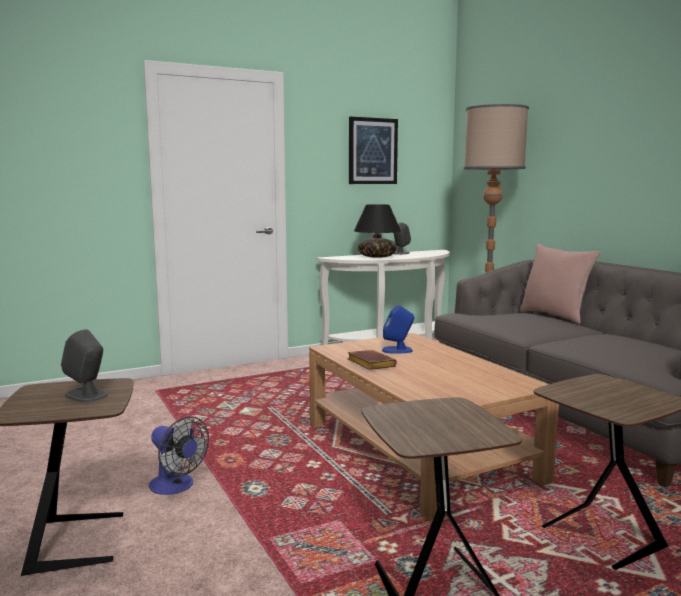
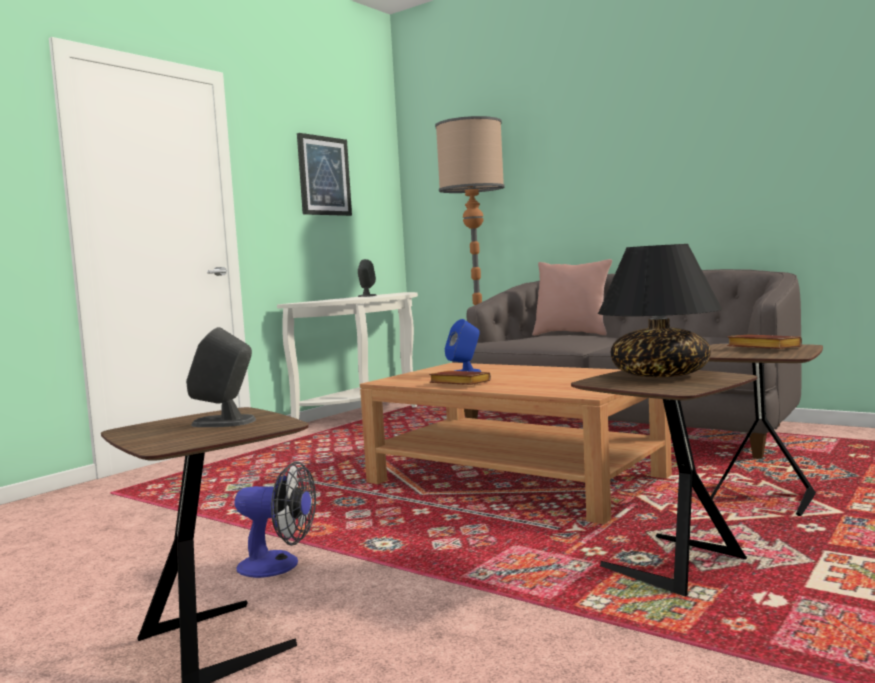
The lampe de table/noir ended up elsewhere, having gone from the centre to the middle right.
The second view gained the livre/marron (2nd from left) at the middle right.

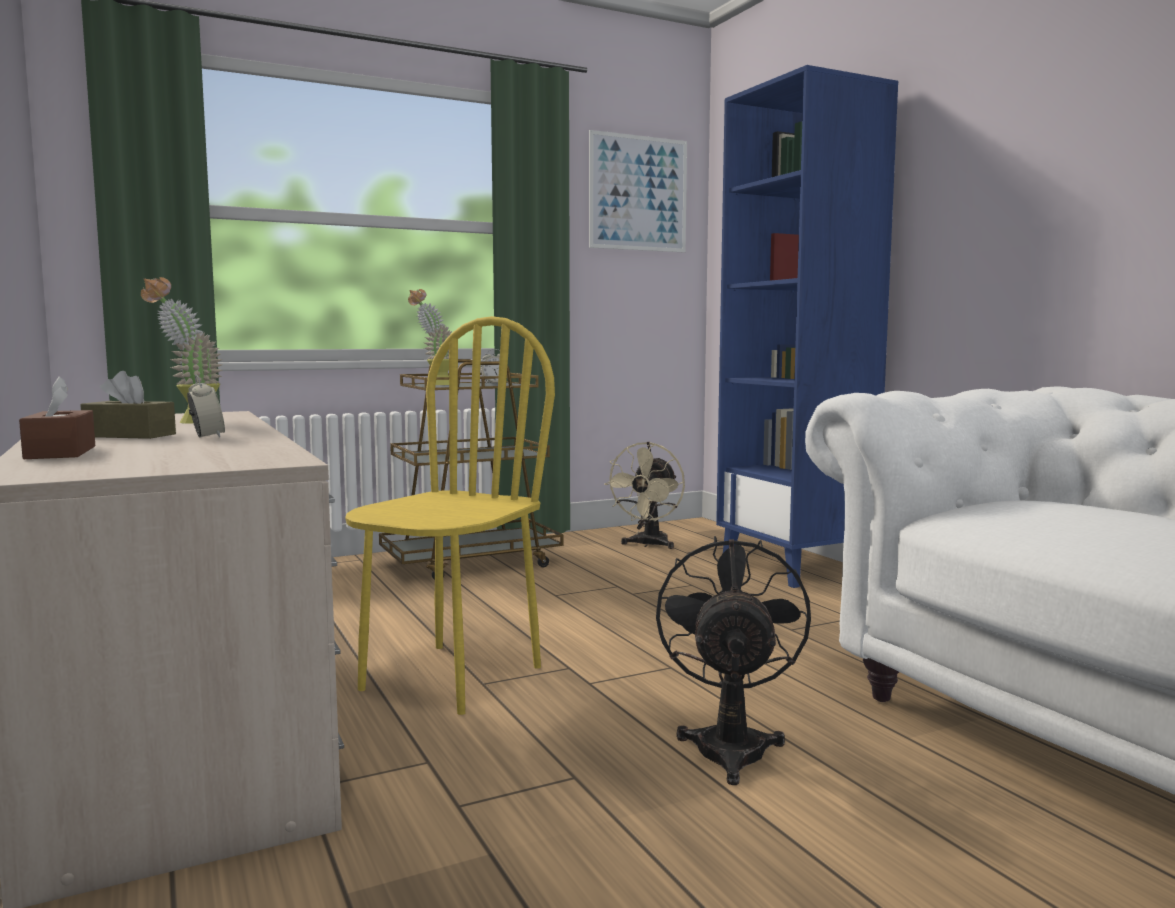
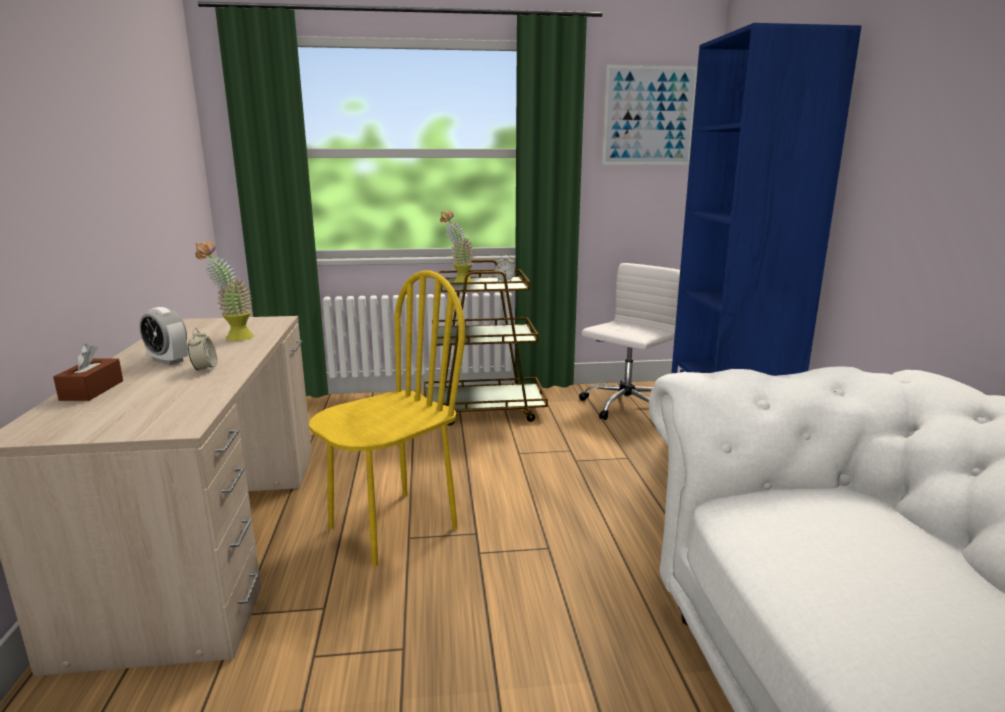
Where the boîte à mouchoirs/marron (2nd from left) stood at the middle left, the réveil (1st from left) came to stand at the middle left.
Where the ventilateur/beige stood at the centre, the chaise de bureau/blanc came to stand at the centre.
The second view lost the ventilateur/noir at the bottom centre.

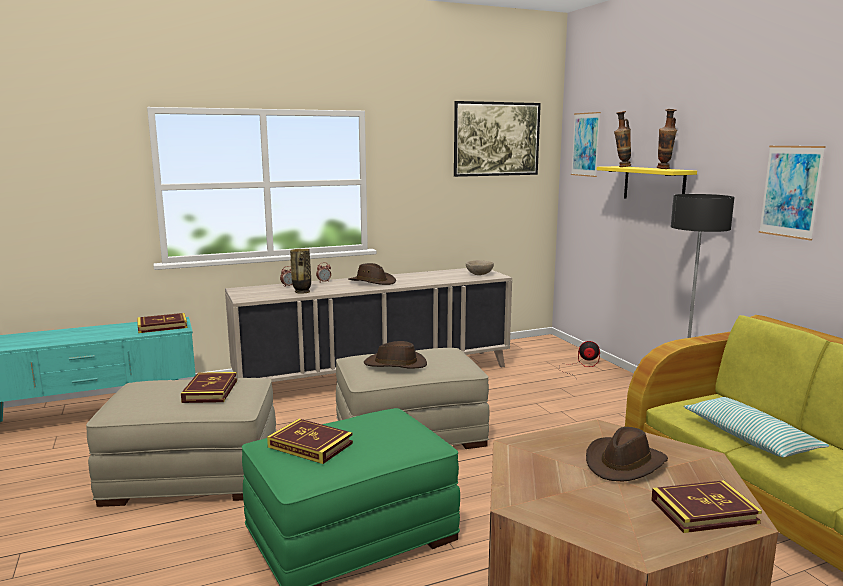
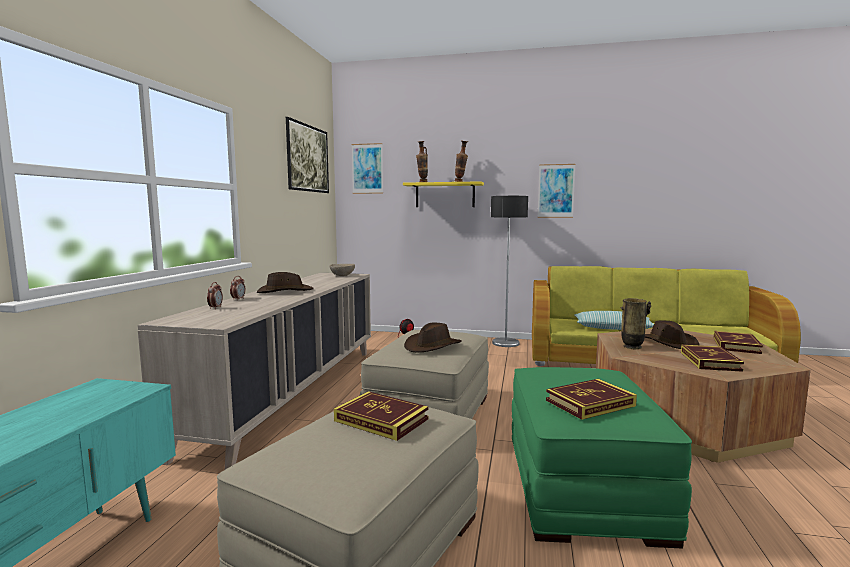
The vase (1st from left in the first image) ended up elsewhere, having gone from the centre to the middle right.
The livre (1st from left in the first image) ended up elsewhere, having gone from the middle left to the middle right.

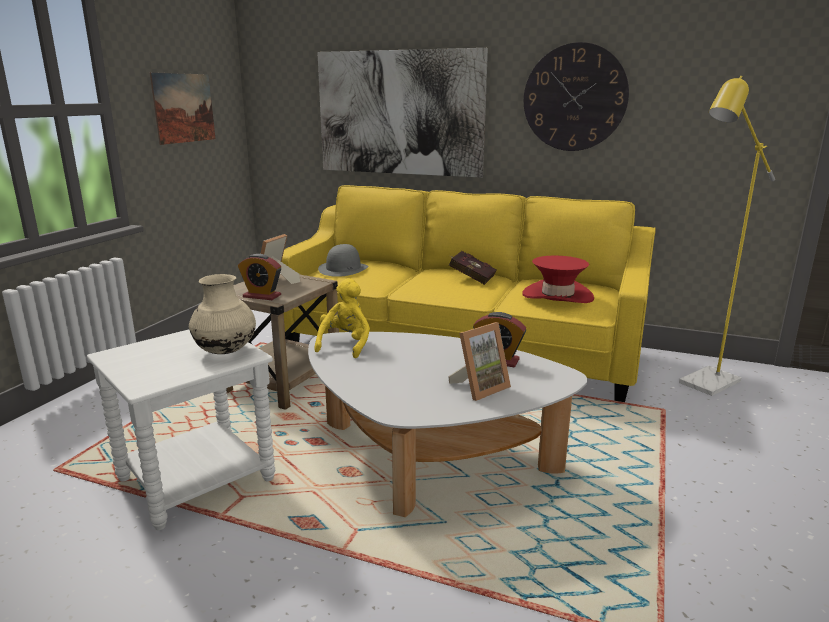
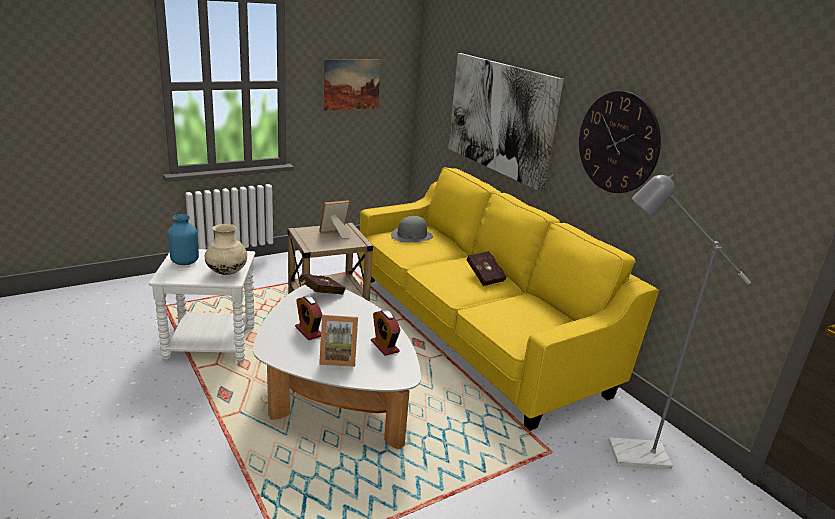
The second view gained the vase/bleu at the middle left.
The réveil (1st from left) ended up elsewhere, having gone from the middle left to the centre.
Where the peluche/jaune stood at the centre, the livre/rouge (1st from left) came to stand at the centre.
What was the lampadaire/jaune at the middle right turned into the lampadaire/gris at the middle right.
The second view lost the chapeau/rouge at the middle right.

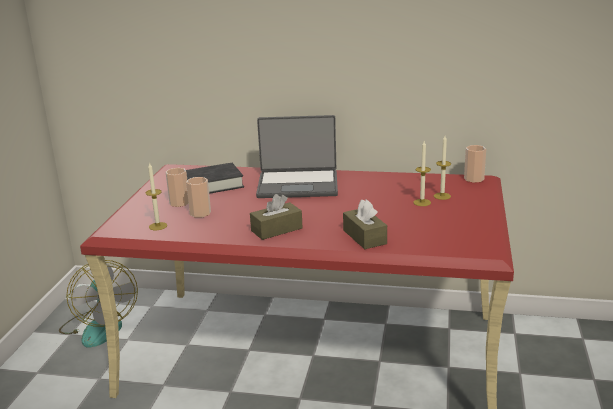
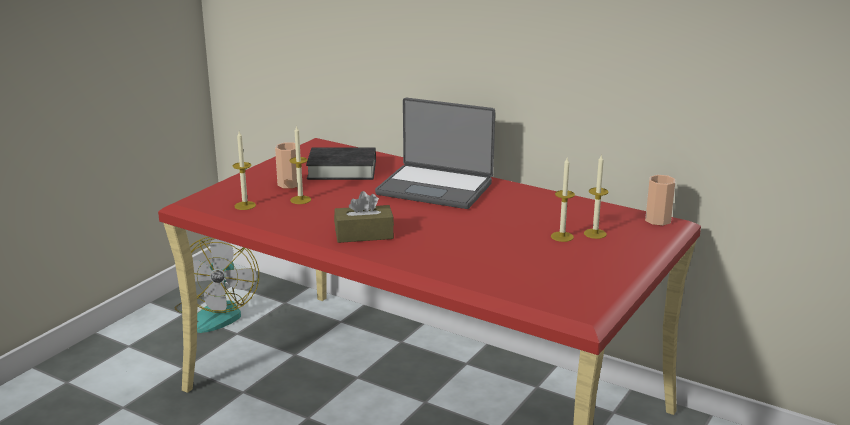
Where the tasse (2nd from left) stood at the middle left, the bougie (2nd from left) came to stand at the centre.
The second view lost the boîte à mouchoirs/marron (2nd from left) at the centre.

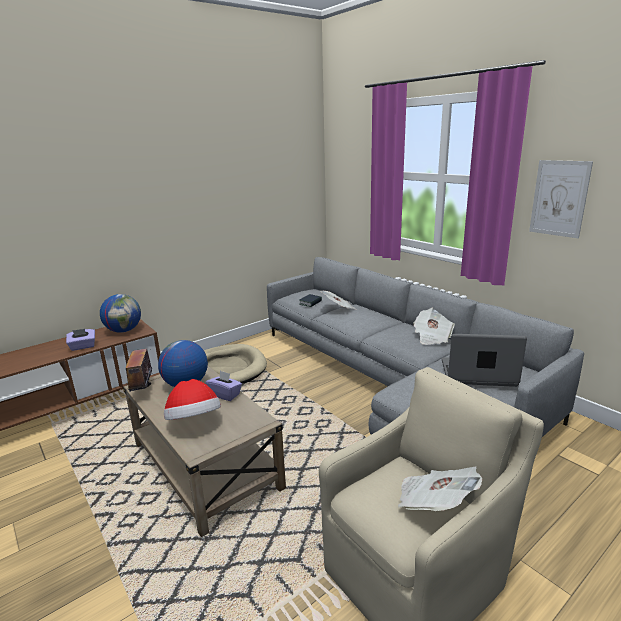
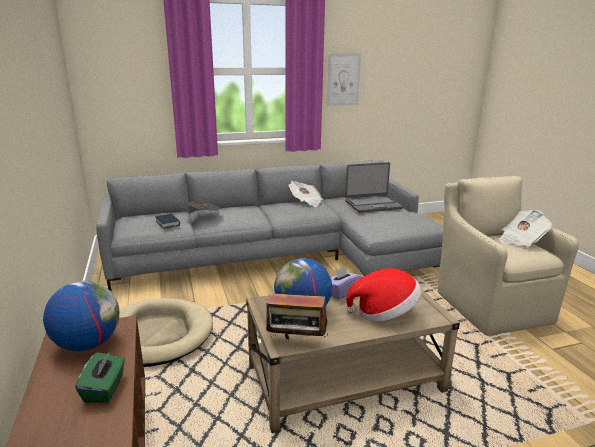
What was the boîte à mouchoirs/violet (1st from left) at the middle left turned into the boîte à mouchoirs/vert at the bottom left.
The ordinateur portable at the middle right ended up facing another way, 135 degrees counterclockwise from before.

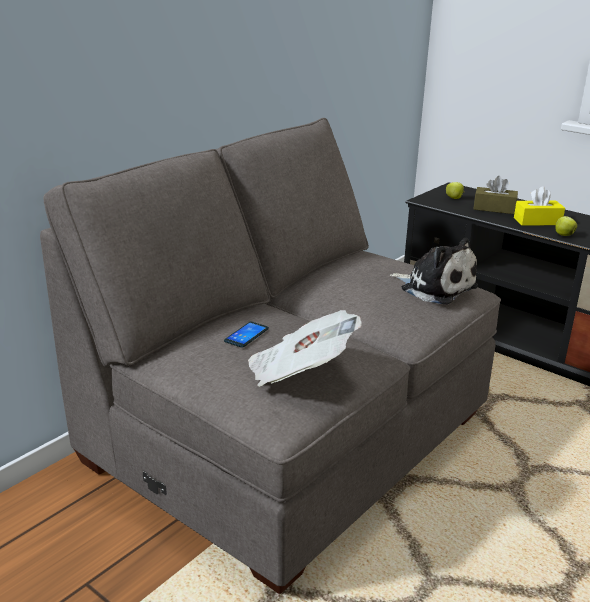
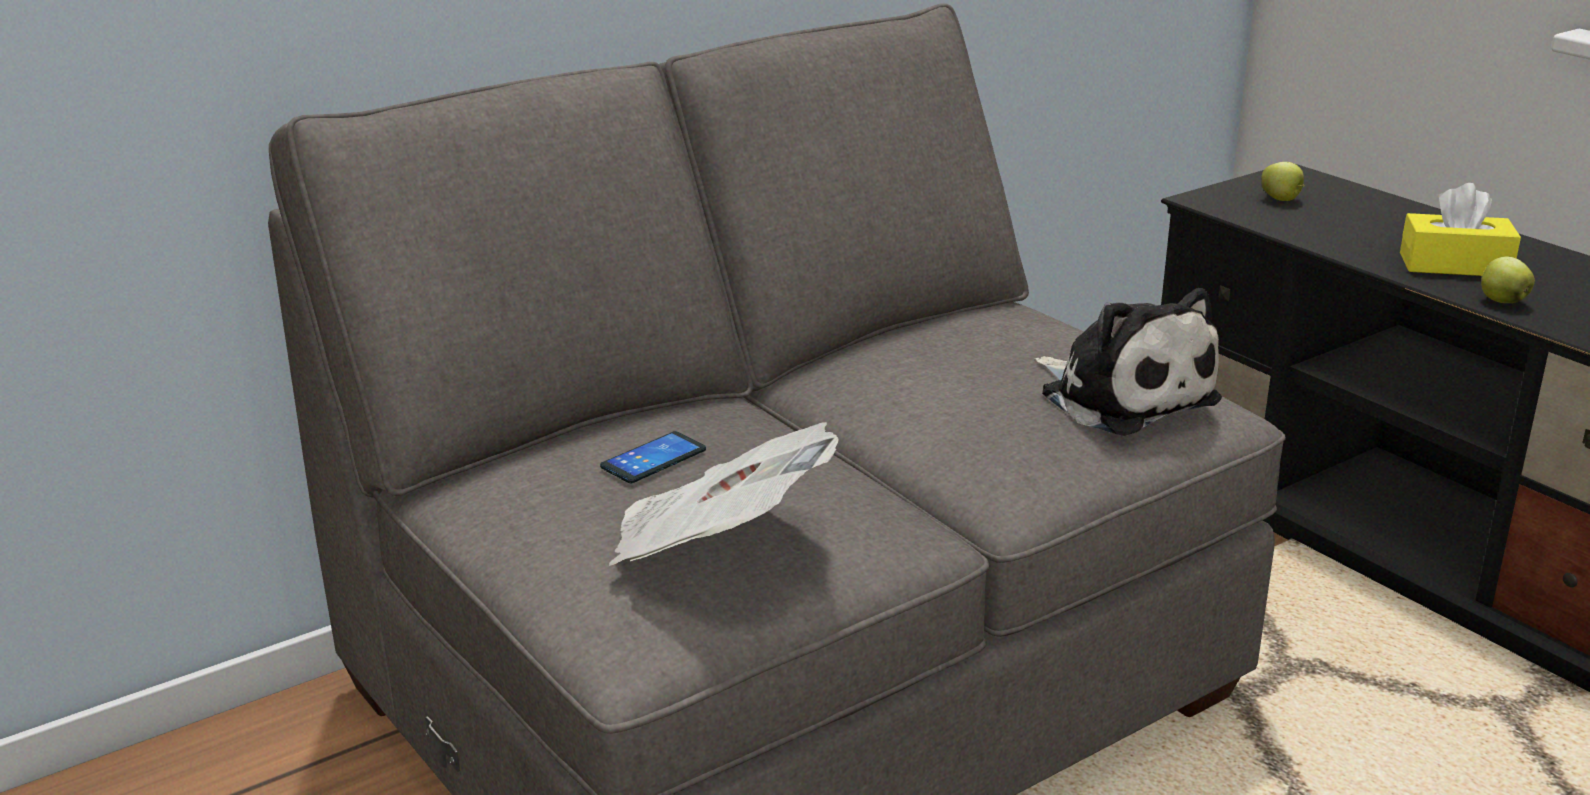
The second view lost the boîte à mouchoirs/marron at the top right.

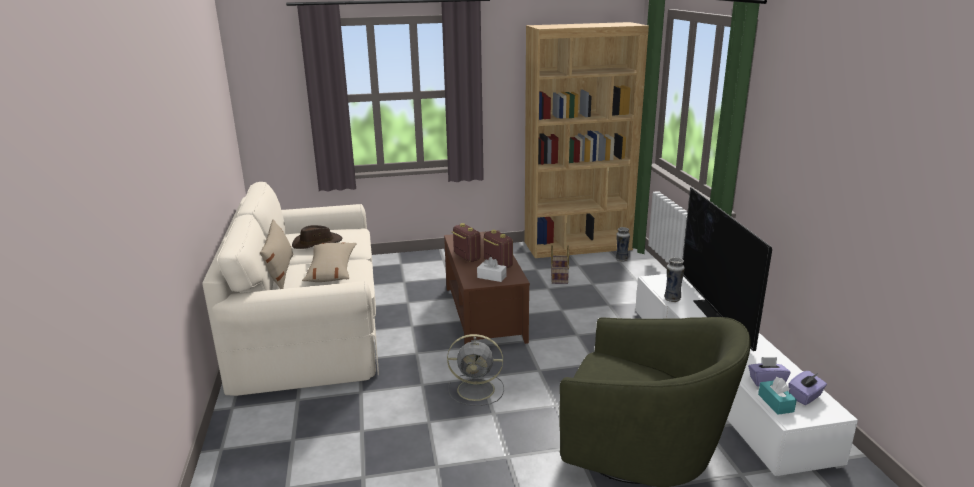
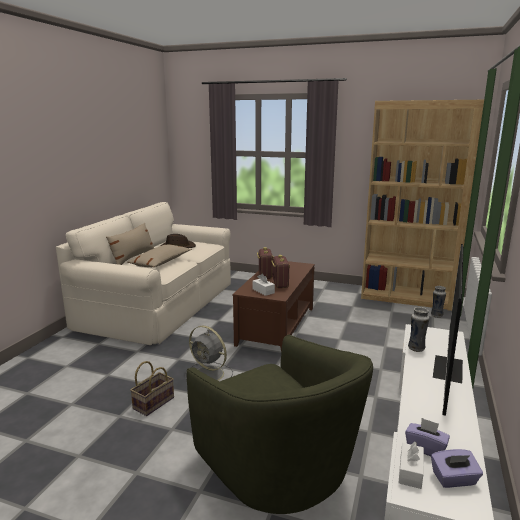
The panier ended up elsewhere, having gone from the centre to the bottom left.
What was the boîte à mouchoirs/turquoise at the bottom right turned into the boîte à mouchoirs/blanc (2nd from left) at the bottom right.

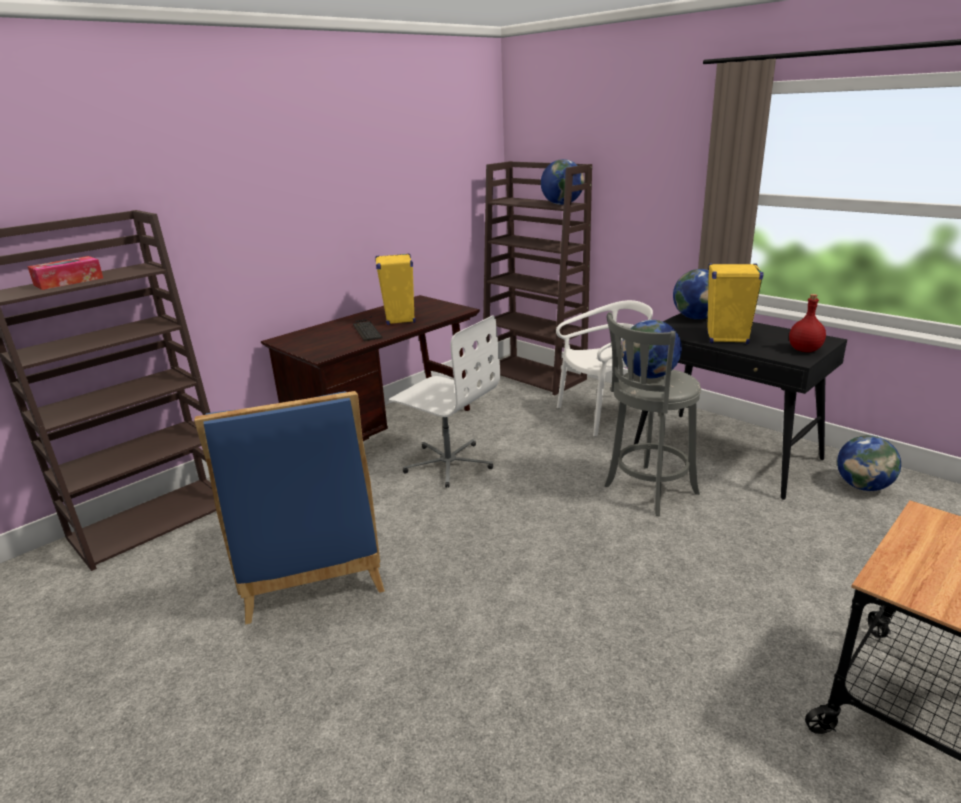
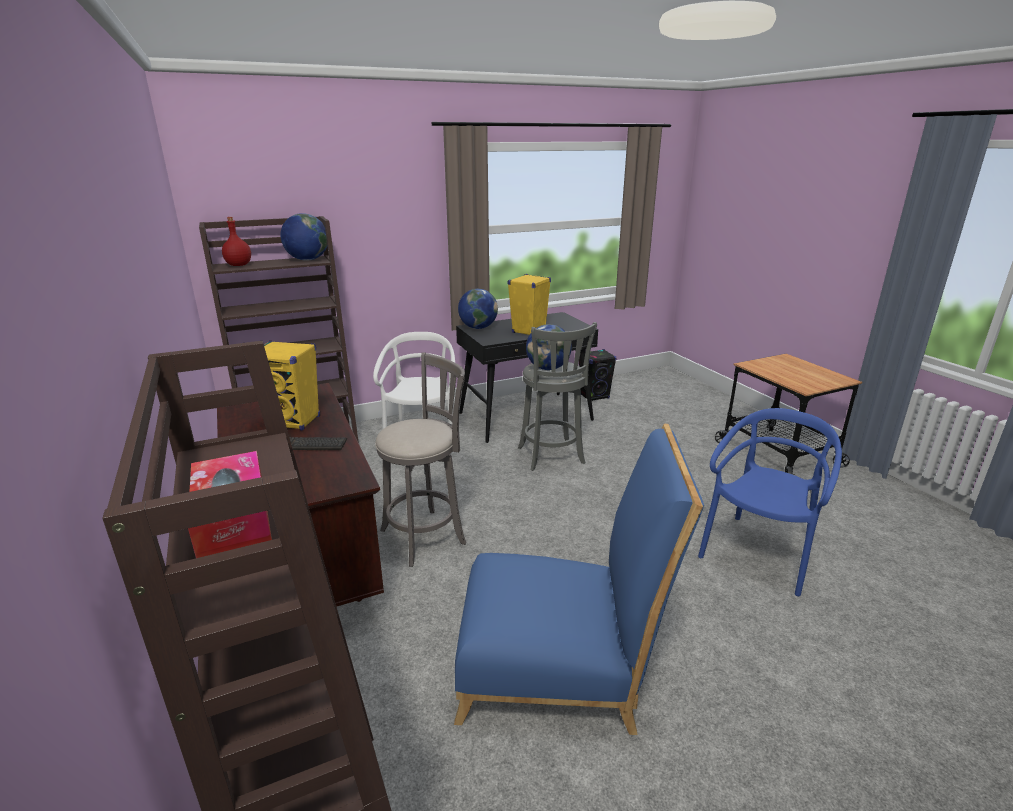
The bouteille/rouge ended up elsewhere, having gone from the middle right to the top left.
Where the chaise de bureau/blanc stood at the centre, the tabouret/gris (1st from left) came to stand at the centre.
Where the globe (4th from left) stood at the middle right, the enceinte/noir came to stand at the centre.
The second view gained the chaise/bleu (2nd from left) at the middle right.

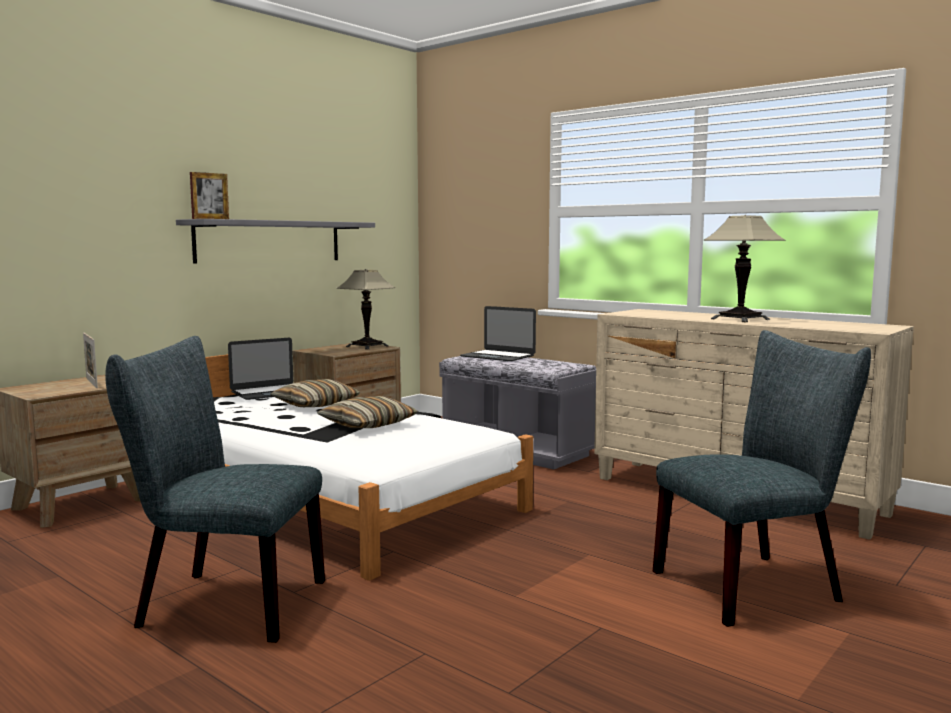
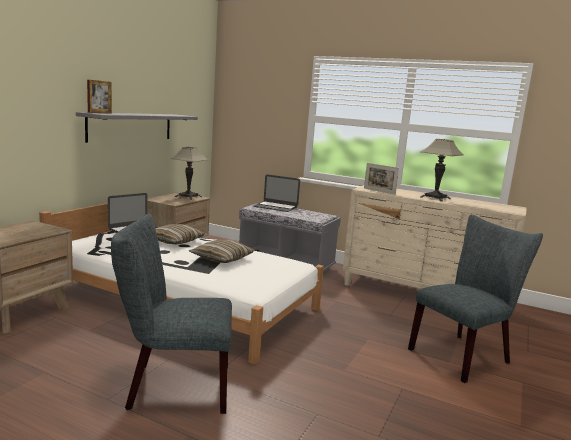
The cadre photo (1st from left in the first image) ended up elsewhere, having gone from the middle left to the middle right.

